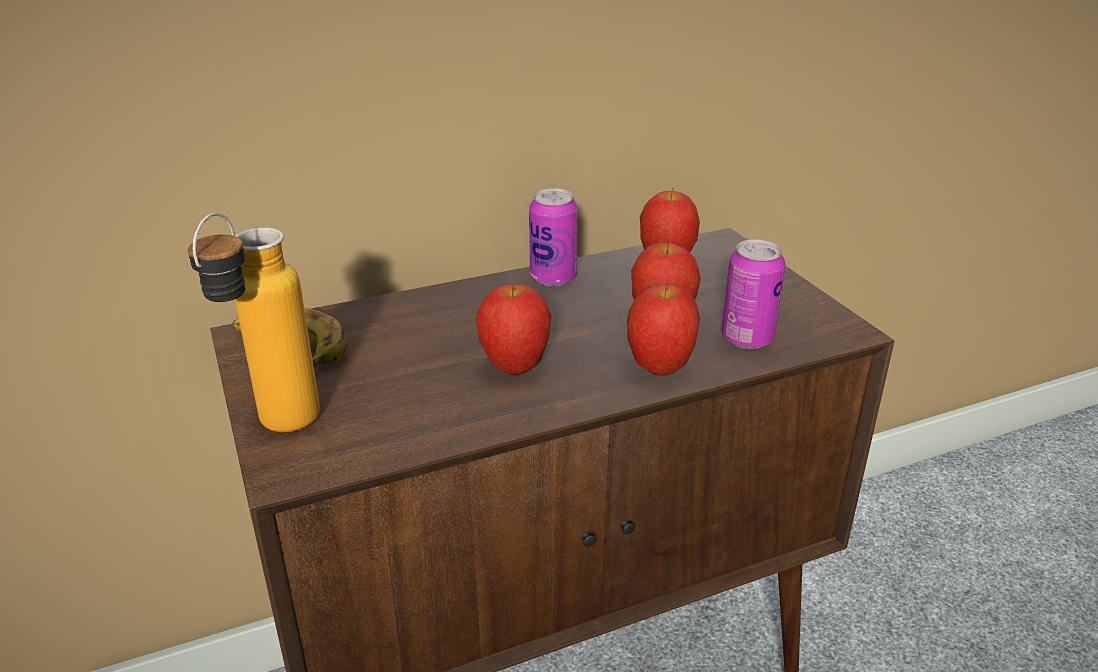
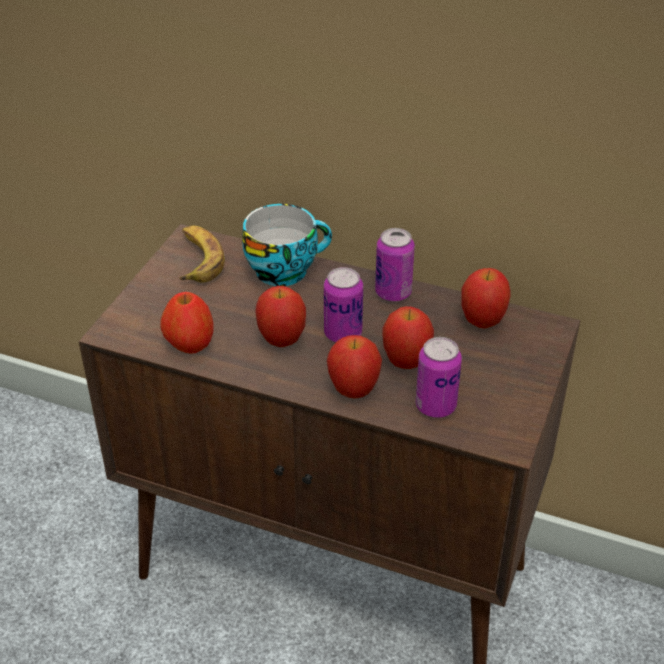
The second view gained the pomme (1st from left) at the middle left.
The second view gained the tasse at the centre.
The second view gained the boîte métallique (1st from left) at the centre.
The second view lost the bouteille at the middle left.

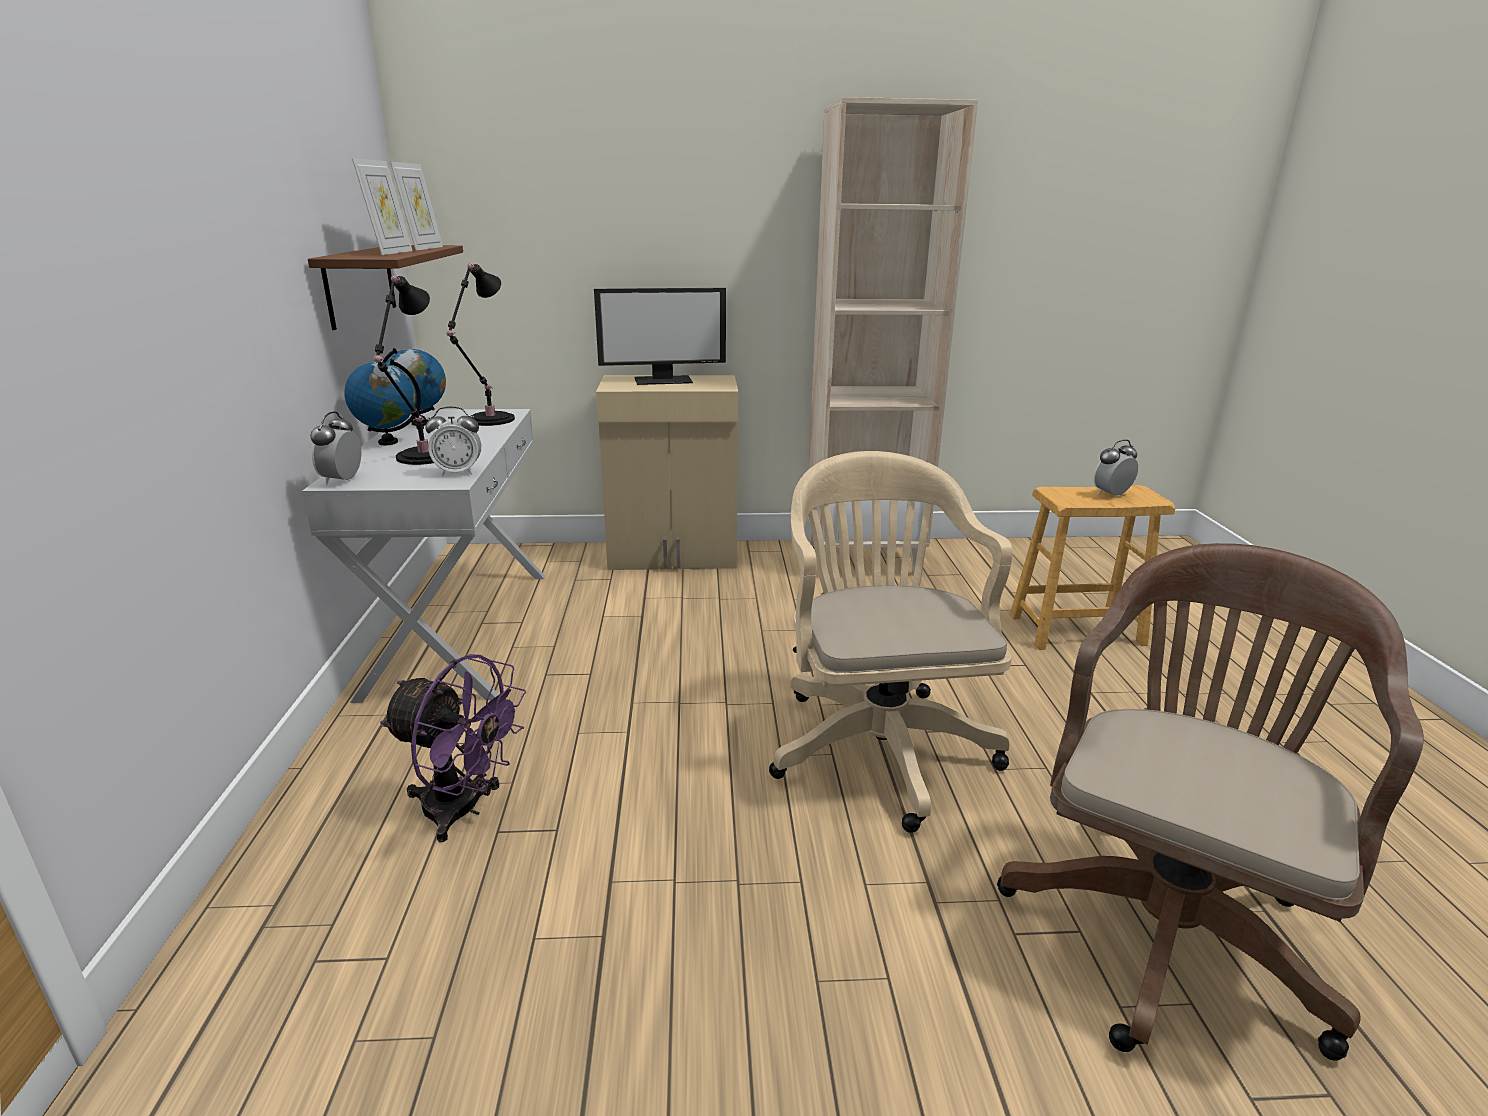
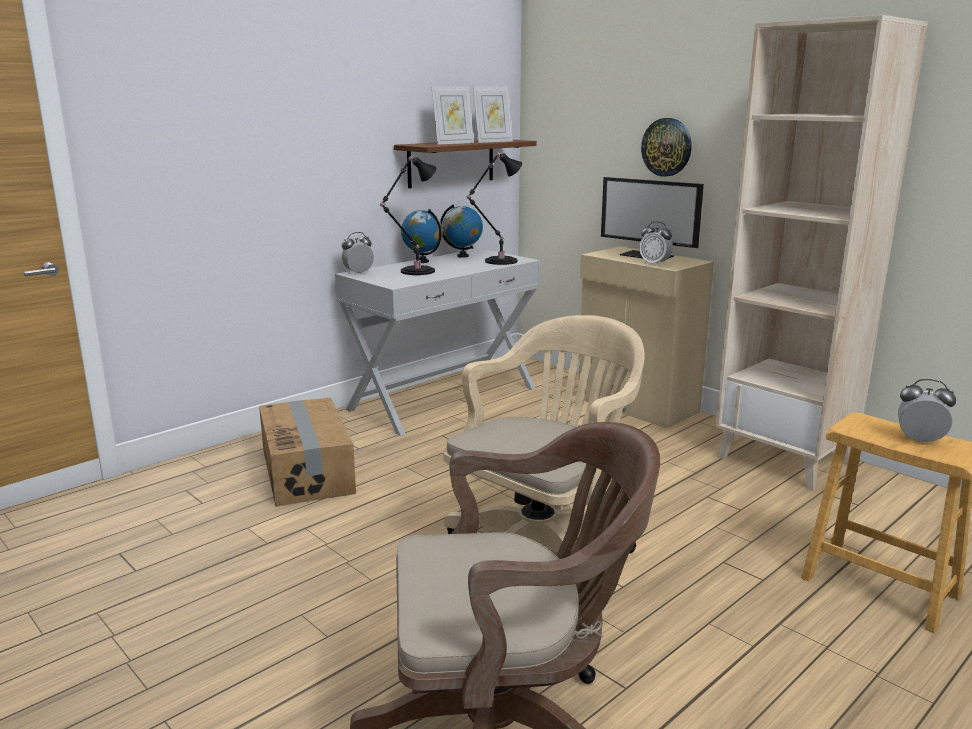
Where the ventilateur/violet stood at the bottom left, the carton came to stand at the middle left.
The réveil (2nd from left) ended up elsewhere, having gone from the middle left to the middle right.
The second view gained the horloge murale at the top right.

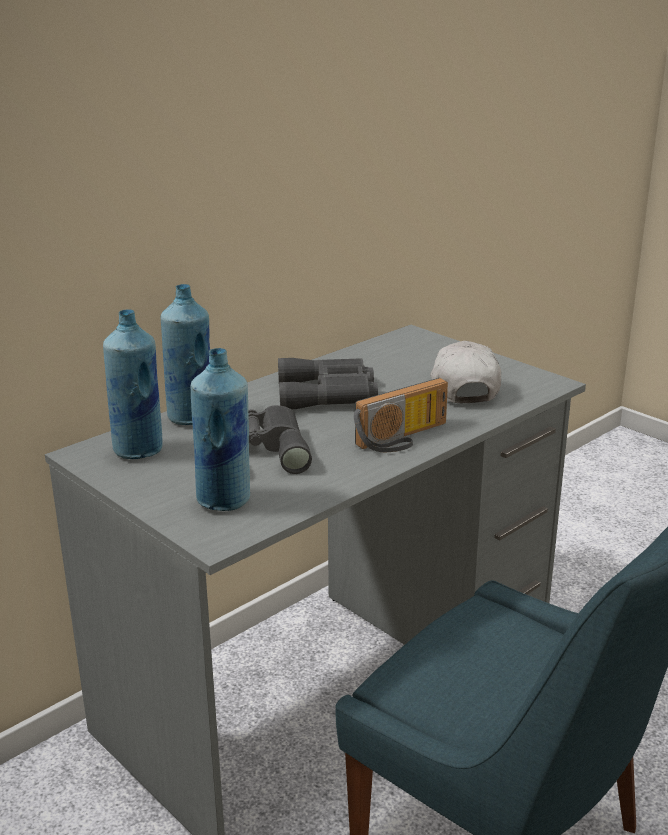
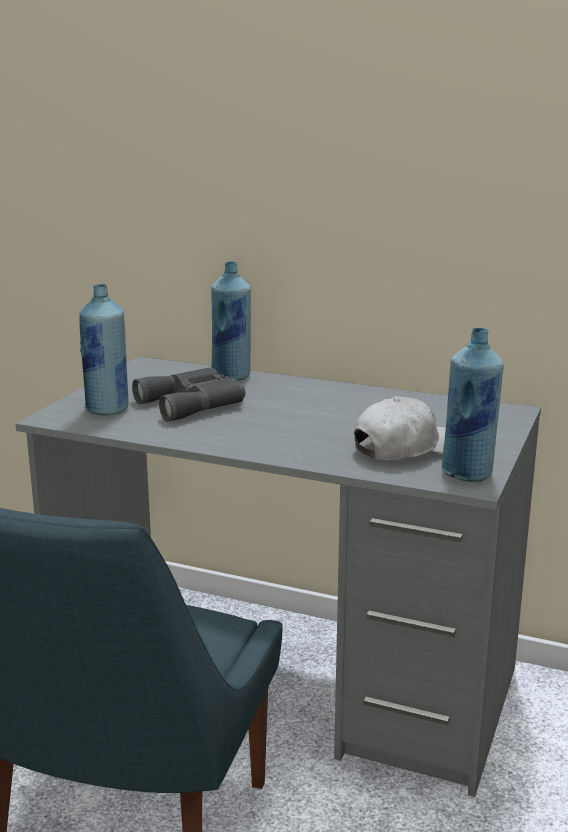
The bouteille/bleu (1st from left in the first image) ended up elsewhere, having gone from the middle left to the middle right.
The second view lost the jumelles/gris (2nd from left) at the centre.
The second view lost the radio at the centre.

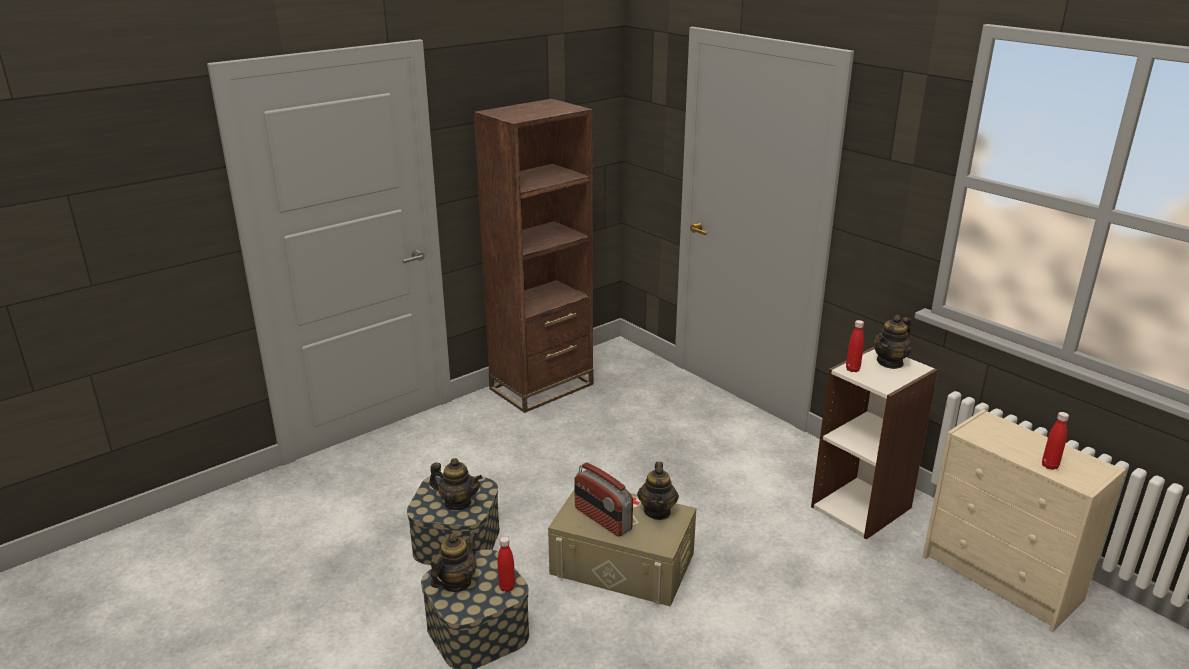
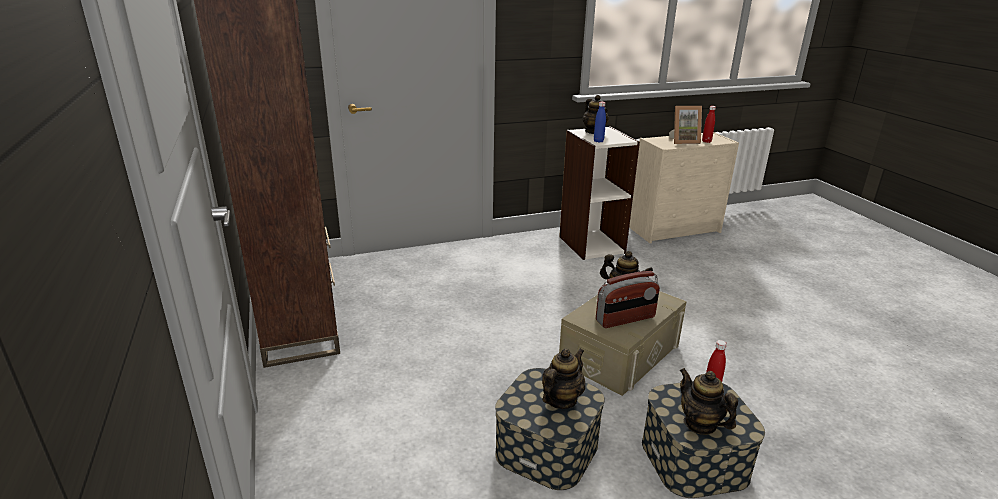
What was the bouteille/rouge (2nd from left) at the middle right turned into the bouteille/bleu at the top centre.
The second view gained the cadre photo at the top right.

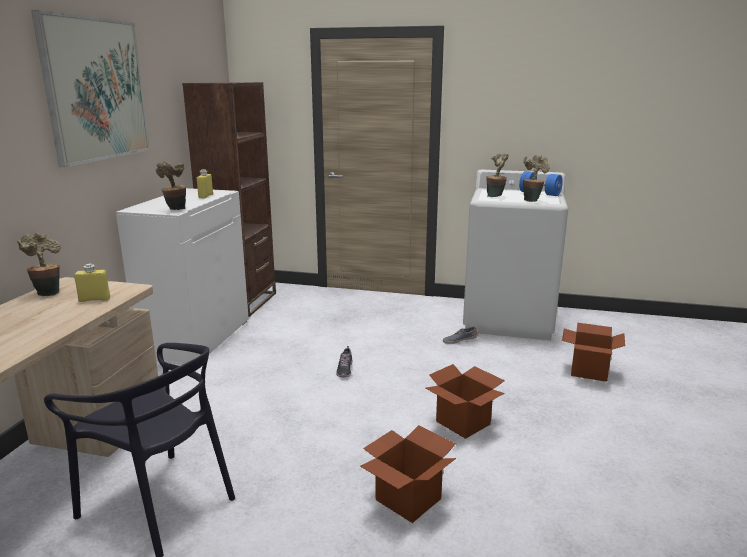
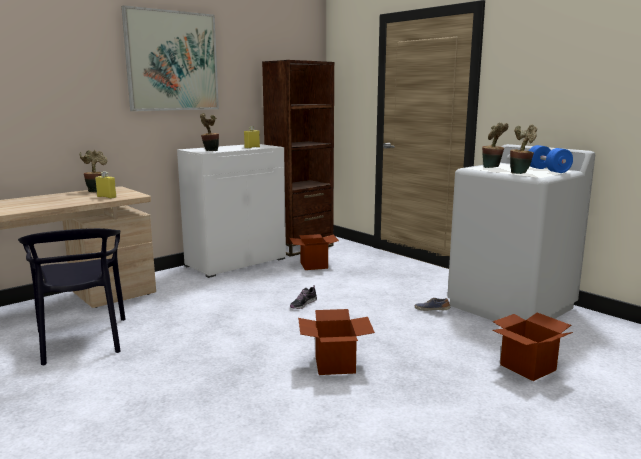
The carton (1st from left) ended up elsewhere, having gone from the bottom centre to the centre.

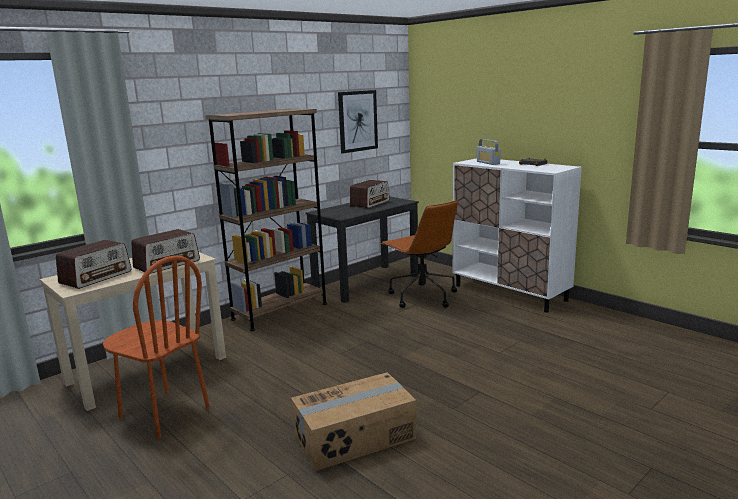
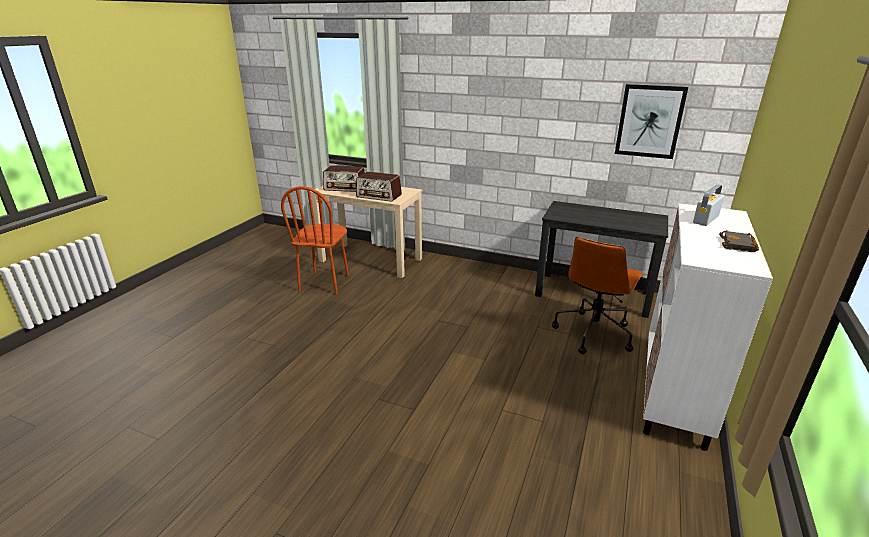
The second view lost the bibliothèque/marron at the centre.
The second view lost the carton at the bottom centre.
The second view lost the radio (3rd from left) at the centre.

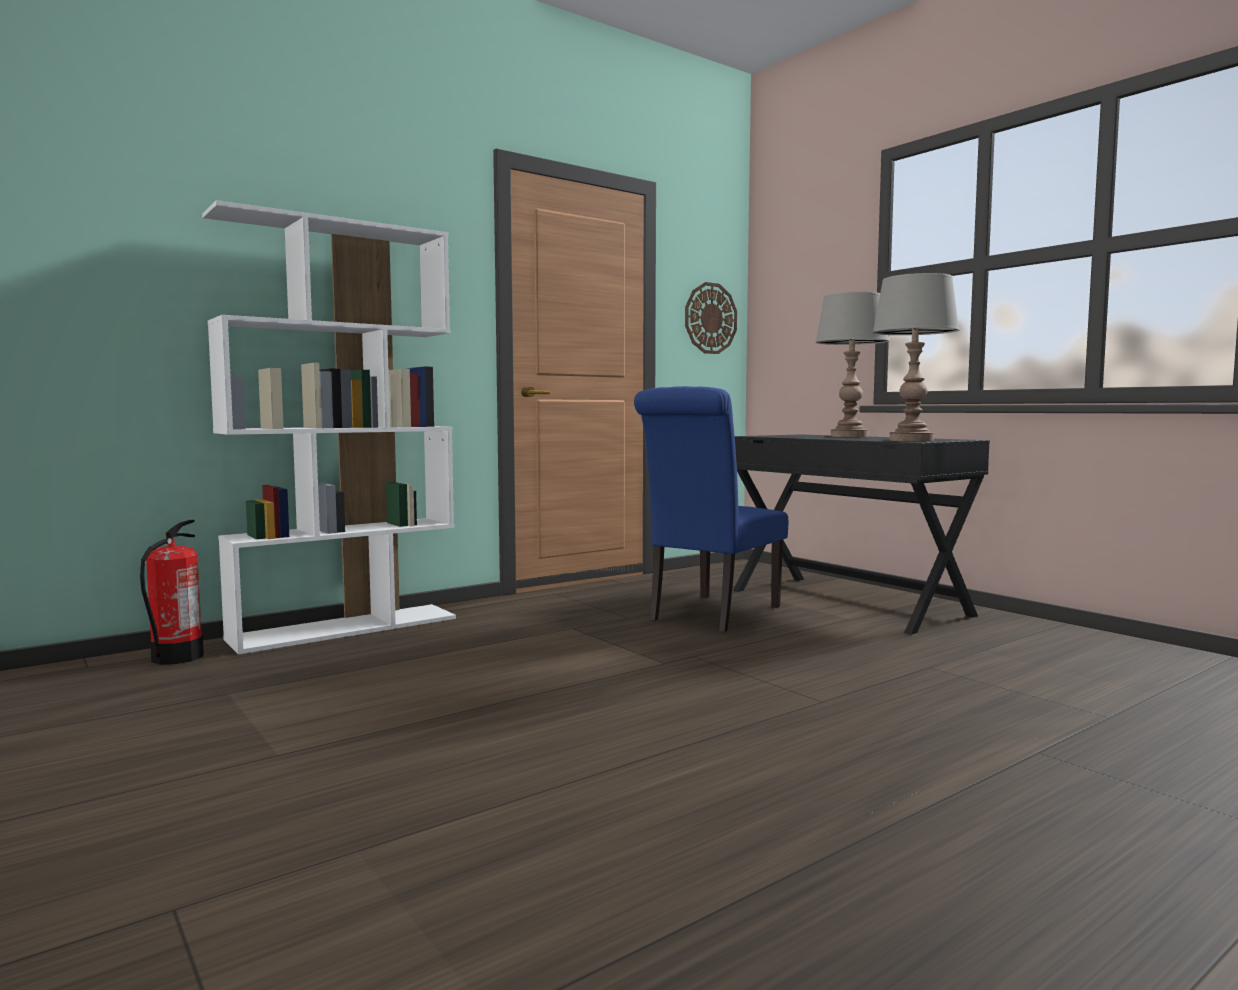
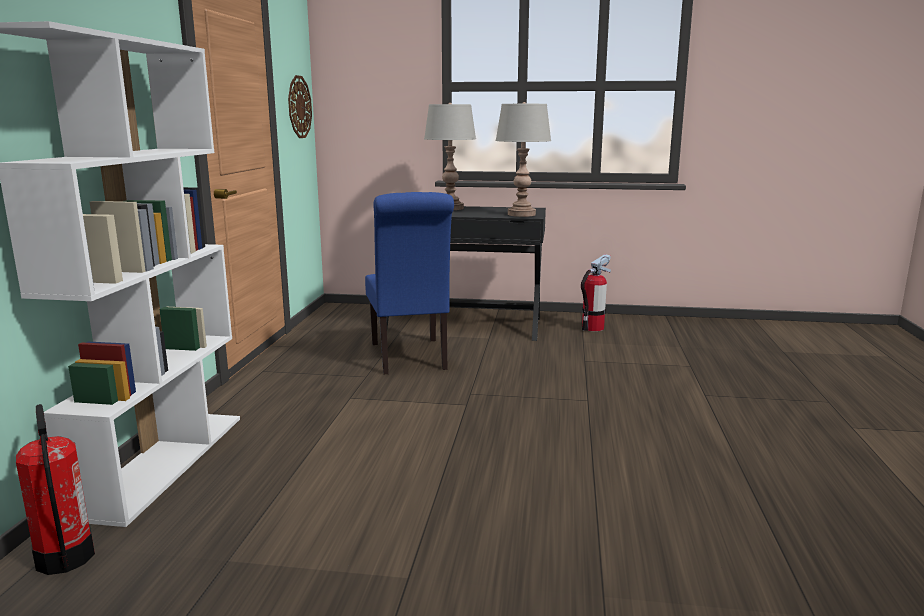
The second view gained the extincteur (2nd from left) at the centre.

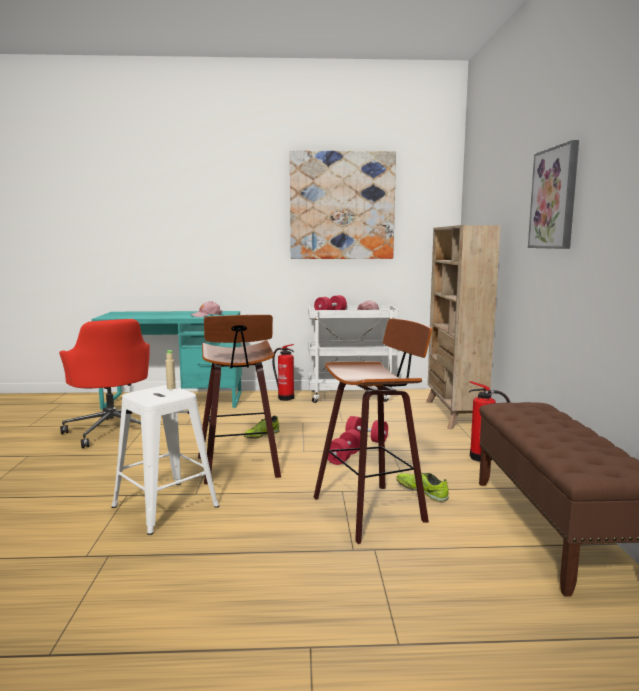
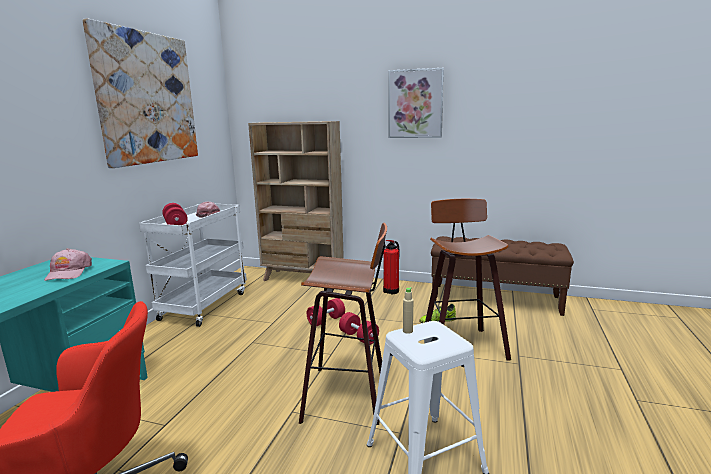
The second view lost the chaussure (1st from left) at the centre.
The second view lost the extincteur (1st from left) at the centre.

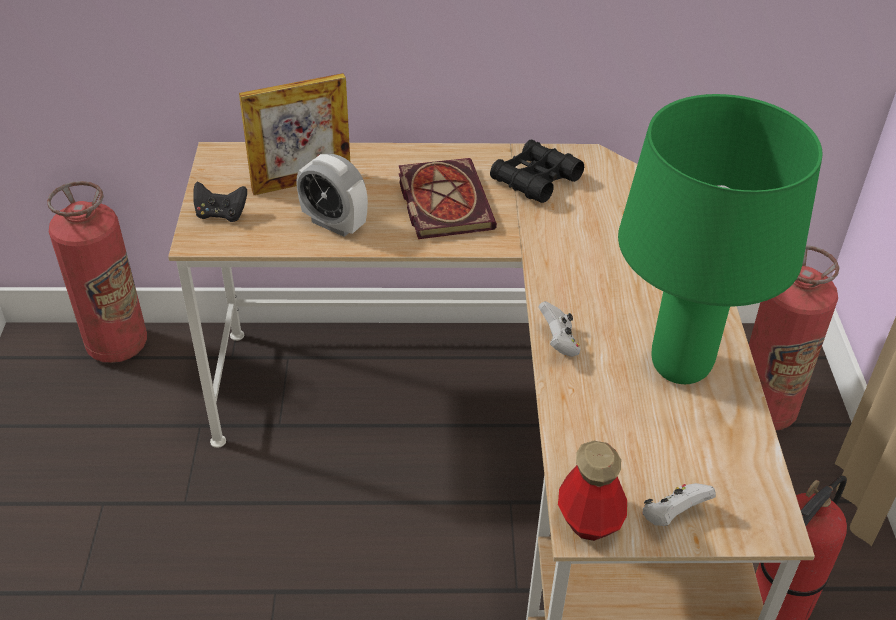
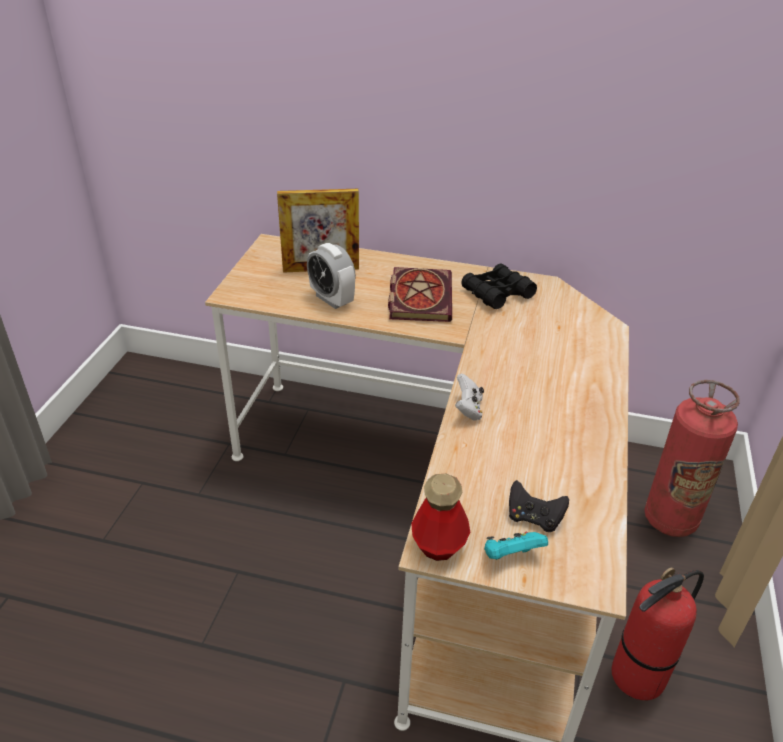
What was the manette/blanc (2nd from left) at the bottom right turned into the manette/turquoise at the bottom centre.
The manette/noir ended up elsewhere, having gone from the top left to the bottom right.
The second view lost the extincteur (1st from left) at the middle left.
The second view lost the lampe de table/vert at the middle right.

